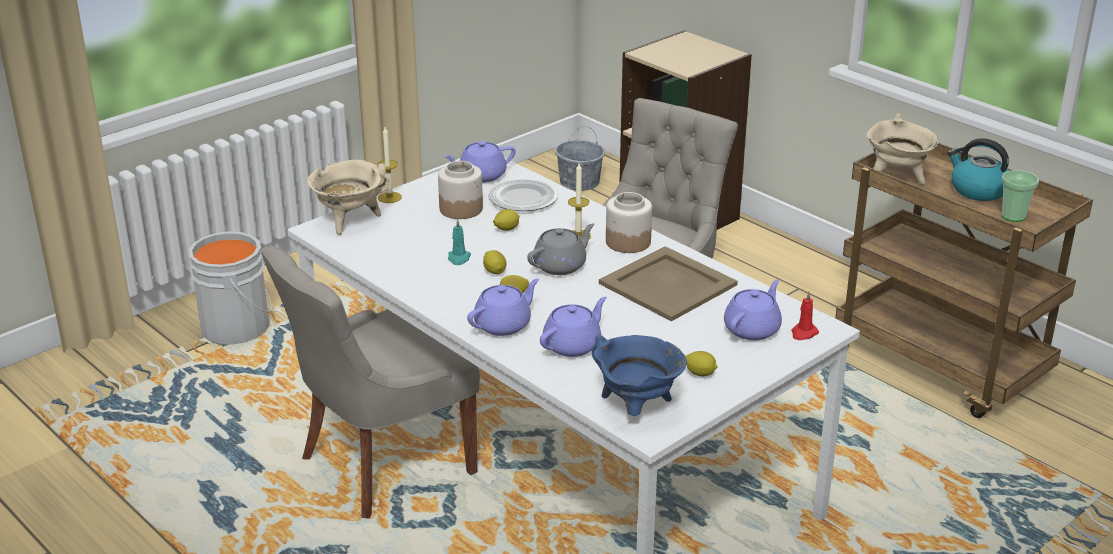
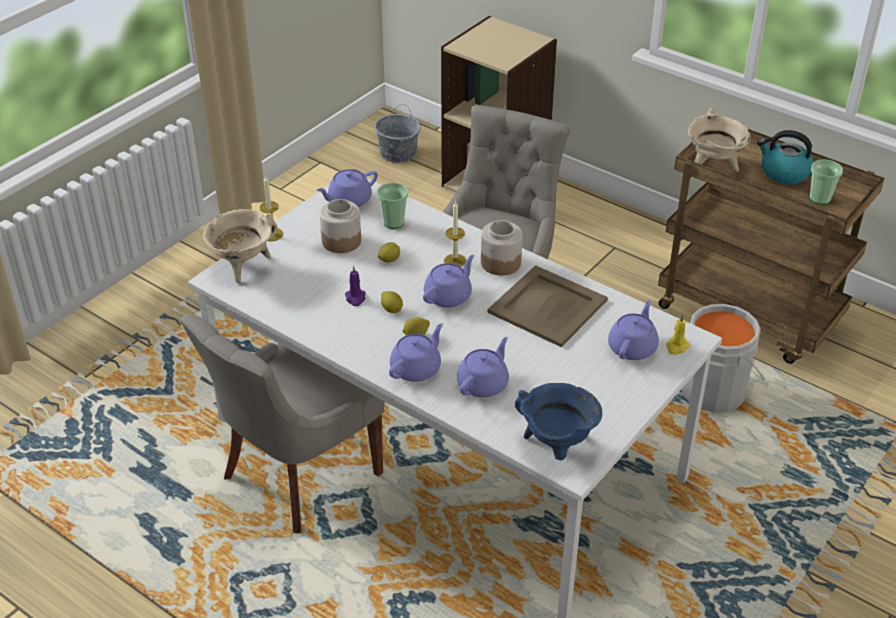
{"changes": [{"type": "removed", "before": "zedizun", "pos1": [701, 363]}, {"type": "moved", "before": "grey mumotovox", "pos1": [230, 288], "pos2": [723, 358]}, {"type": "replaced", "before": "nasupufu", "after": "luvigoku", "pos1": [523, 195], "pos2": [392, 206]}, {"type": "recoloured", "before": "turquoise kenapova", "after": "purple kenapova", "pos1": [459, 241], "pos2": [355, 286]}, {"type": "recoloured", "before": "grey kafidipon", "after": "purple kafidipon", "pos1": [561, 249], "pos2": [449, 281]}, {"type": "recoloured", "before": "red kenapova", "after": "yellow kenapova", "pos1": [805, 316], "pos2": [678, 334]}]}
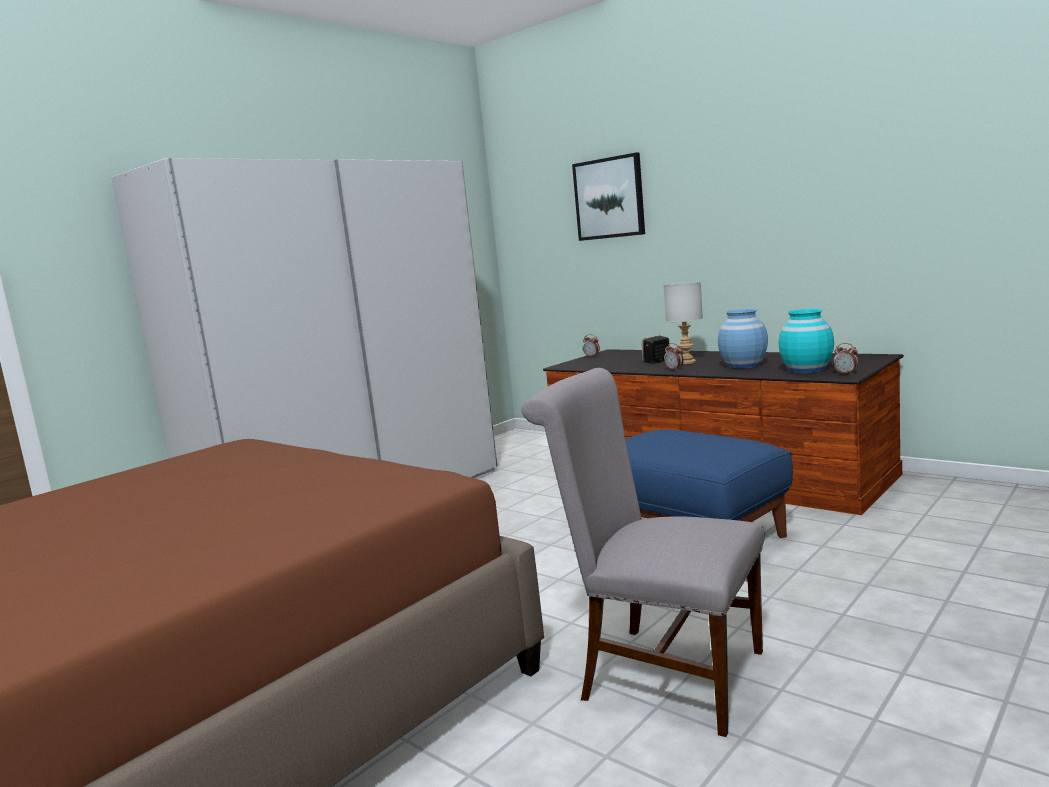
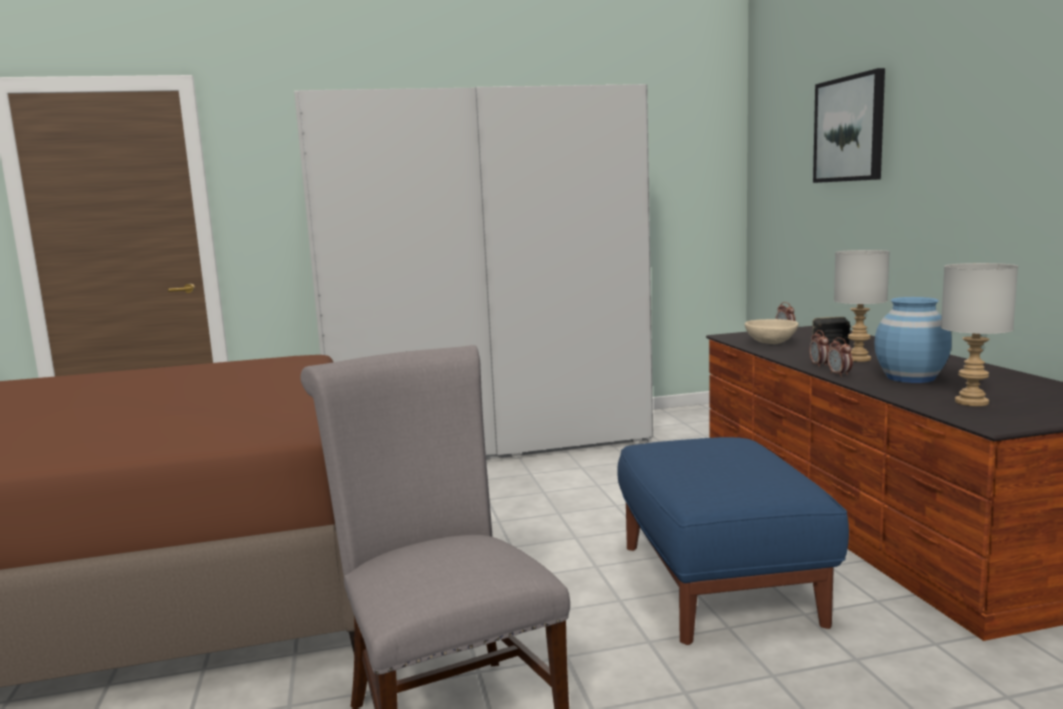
{"changes": [{"type": "added", "after": "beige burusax", "pos2": [771, 331]}, {"type": "moved", "before": "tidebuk", "pos1": [845, 359], "pos2": [840, 357]}, {"type": "replaced", "before": "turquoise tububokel", "after": "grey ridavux", "pos1": [806, 341], "pos2": [979, 334]}]}
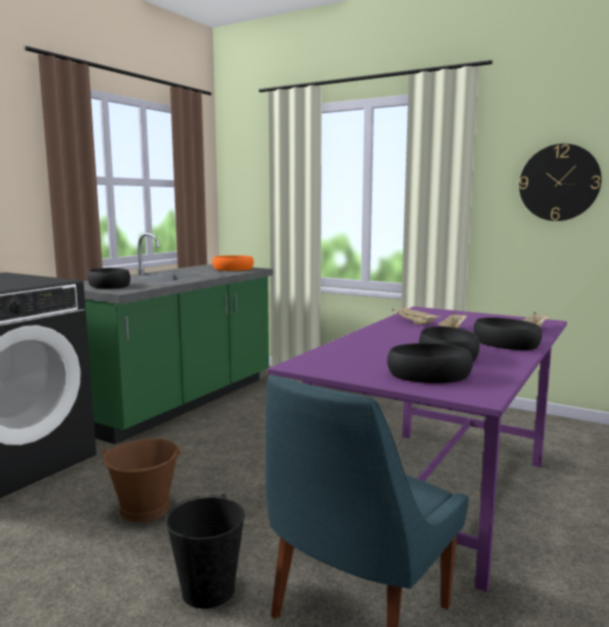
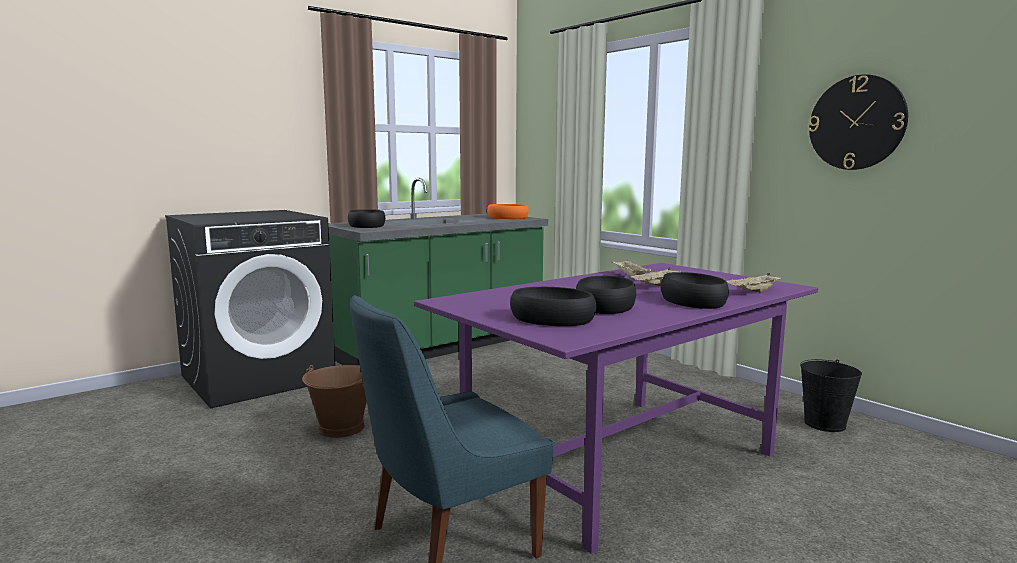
{"changes": [{"type": "moved", "before": "black mumotovox", "pos1": [205, 551], "pos2": [831, 395]}]}
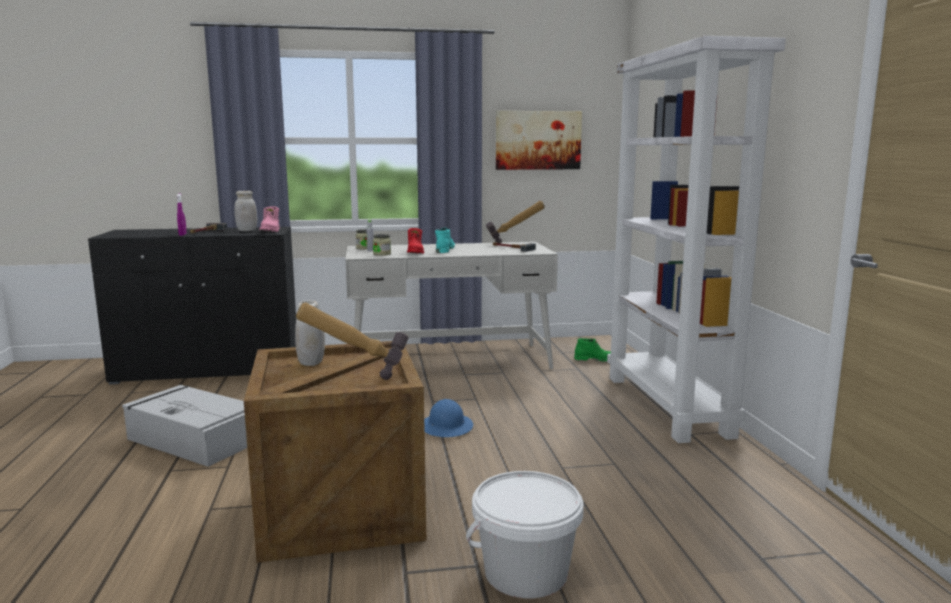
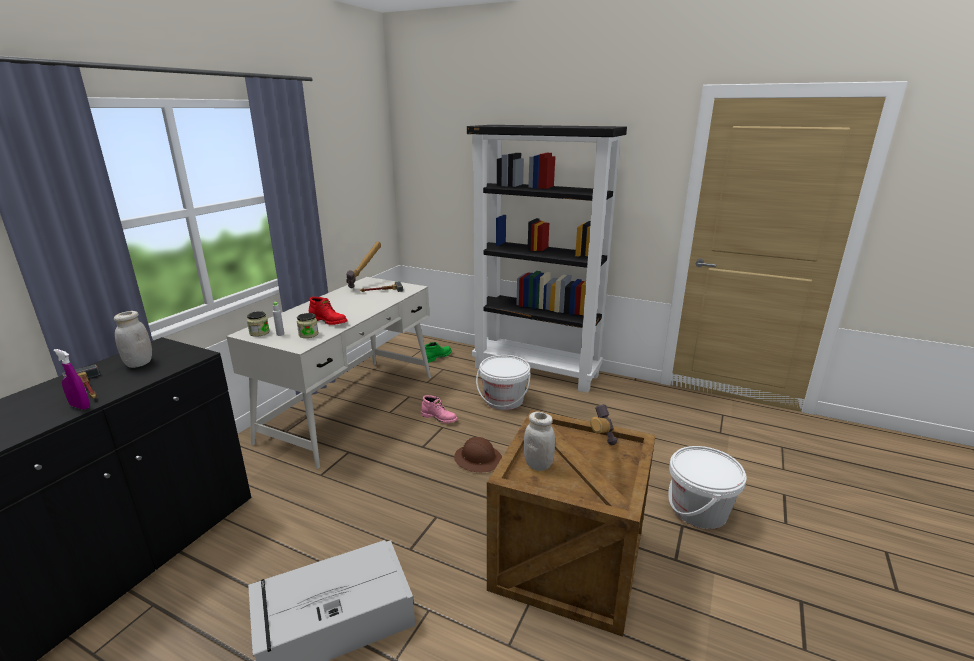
{"changes": [{"type": "removed", "before": "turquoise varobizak", "pos1": [445, 240]}, {"type": "removed", "before": "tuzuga", "pos1": [539, 140]}, {"type": "added", "after": "white mumotovox", "pos2": [503, 382]}, {"type": "moved", "before": "pink varobizak", "pos1": [269, 219], "pos2": [439, 409]}, {"type": "recoloured", "before": "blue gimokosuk", "after": "brown gimokosuk", "pos1": [448, 418], "pos2": [478, 455]}, {"type": "recoloured", "before": "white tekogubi", "after": "black tekogubi", "pos1": [696, 239], "pos2": [547, 259]}]}
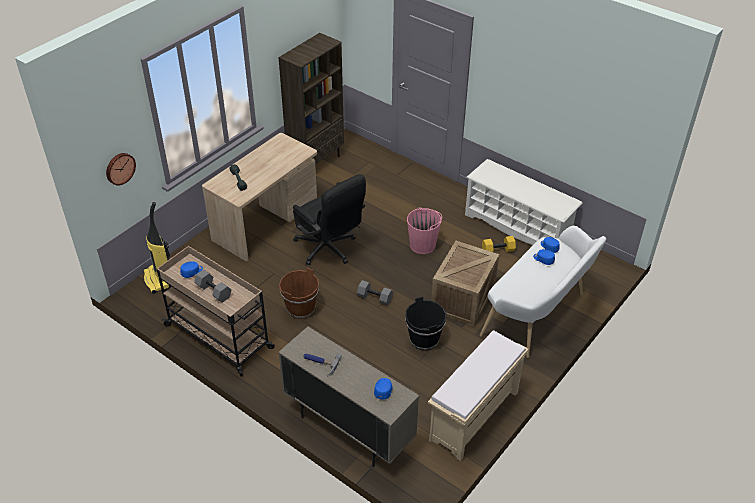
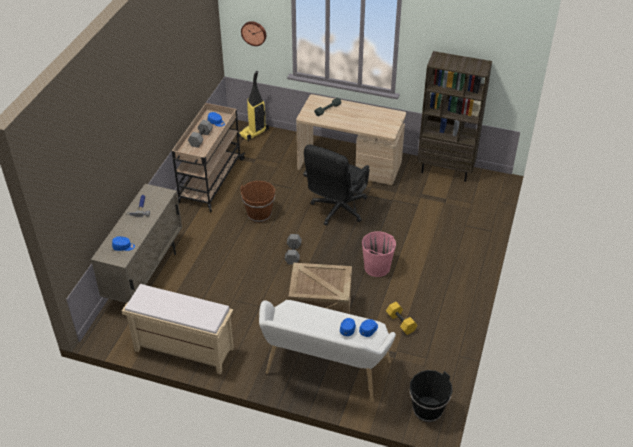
{"changes": [{"type": "removed", "before": "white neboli", "pos1": [524, 202]}, {"type": "moved", "before": "black mumotovox", "pos1": [425, 323], "pos2": [431, 396]}]}
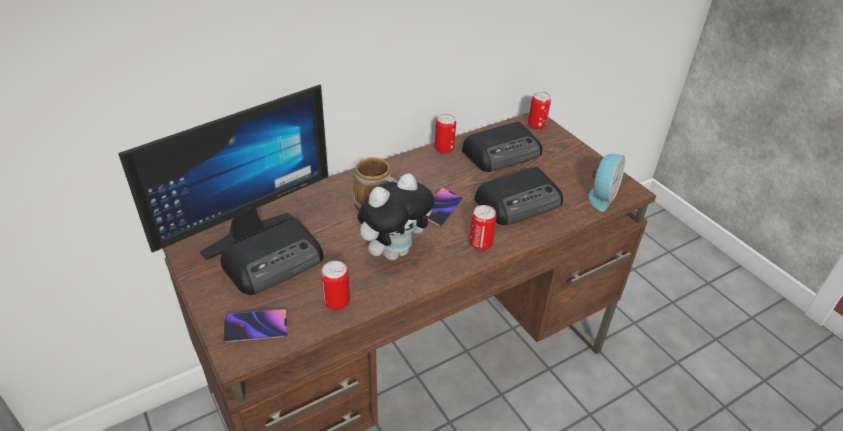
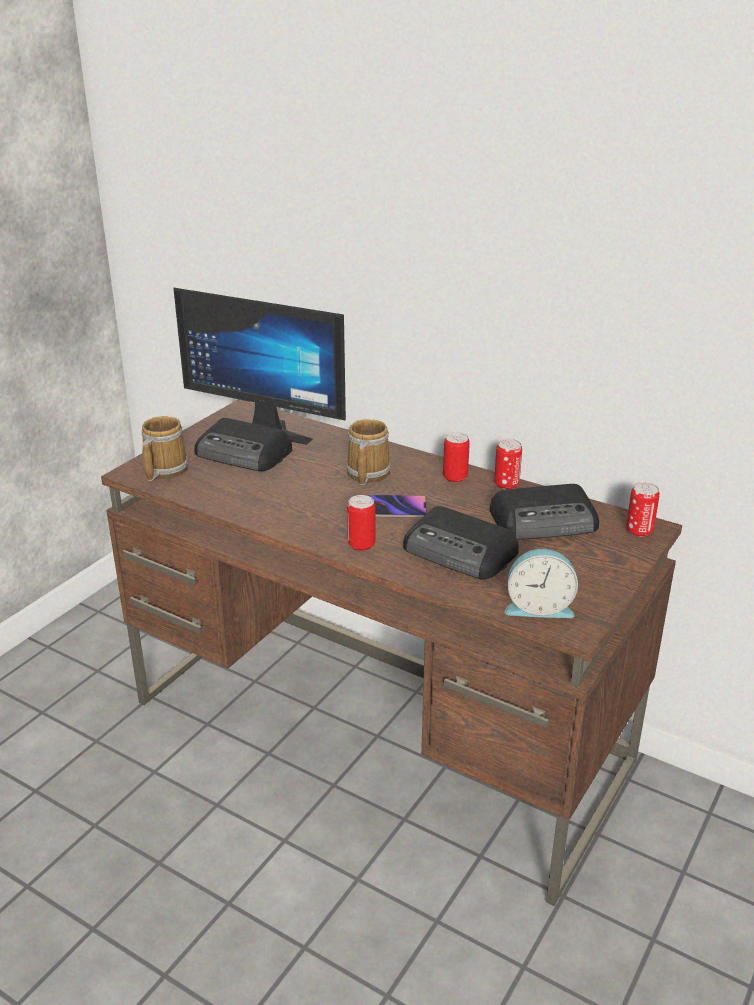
{"changes": [{"type": "removed", "before": "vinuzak", "pos1": [395, 216]}, {"type": "moved", "before": "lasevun", "pos1": [335, 285], "pos2": [456, 457]}, {"type": "replaced", "before": "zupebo", "after": "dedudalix", "pos1": [255, 326], "pos2": [164, 448]}, {"type": "turned", "before": "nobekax", "pos1": [502, 147], "pos2": [544, 512], "turn": -45}]}
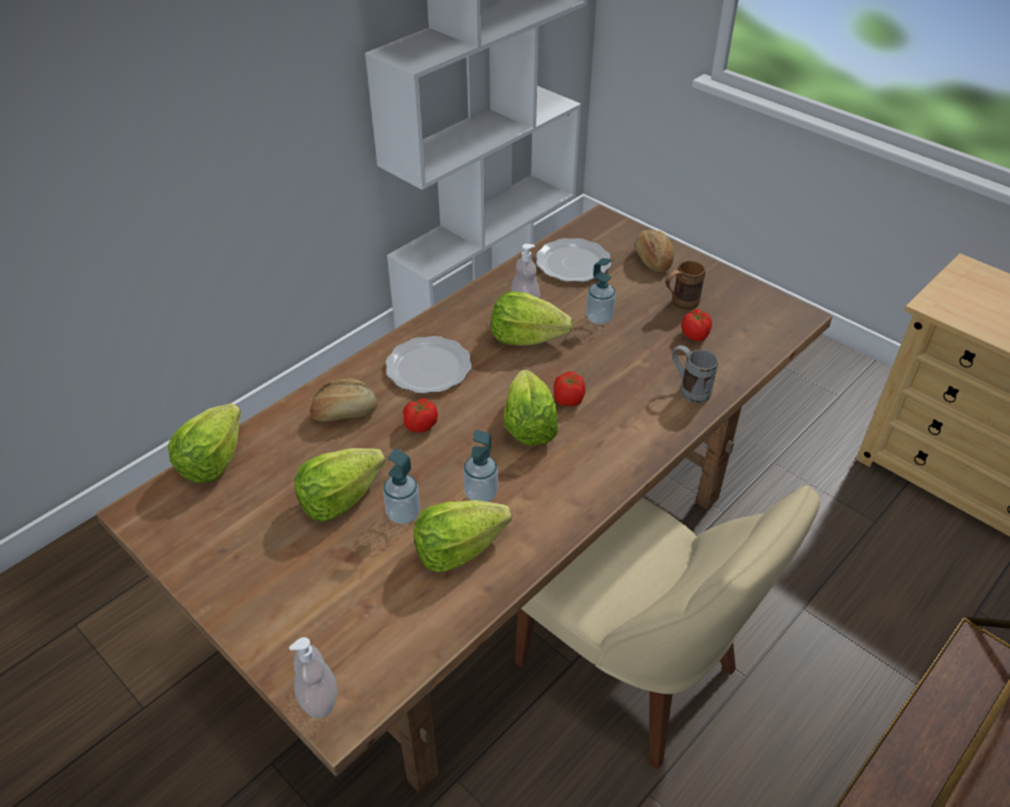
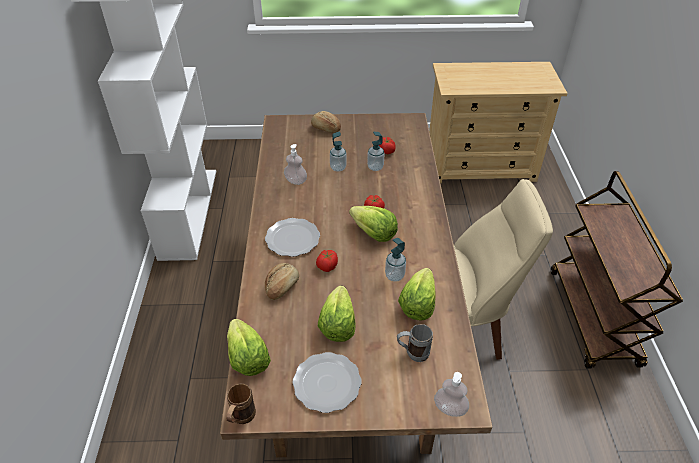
{"changes": [{"type": "removed", "before": "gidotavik", "pos1": [532, 318]}, {"type": "moved", "before": "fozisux", "pos1": [401, 486], "pos2": [376, 151]}, {"type": "moved", "before": "nasupufu", "pos1": [573, 260], "pos2": [327, 382]}, {"type": "moved", "before": "brown dedudalix", "pos1": [685, 285], "pos2": [241, 404]}, {"type": "moved", "before": "grey dedudalix", "pos1": [695, 374], "pos2": [415, 343]}]}
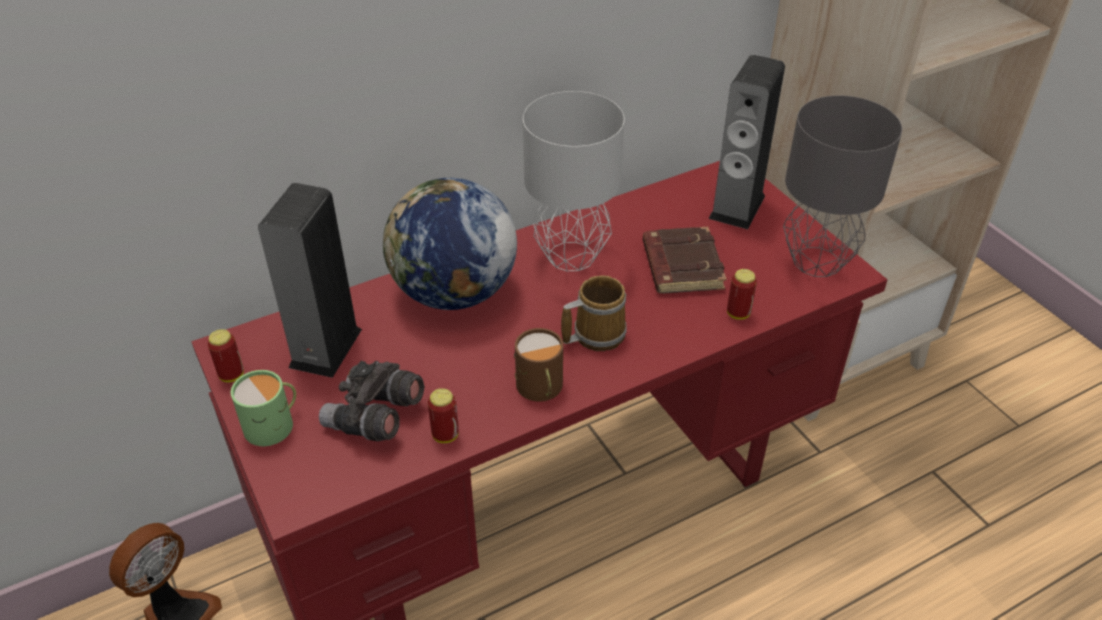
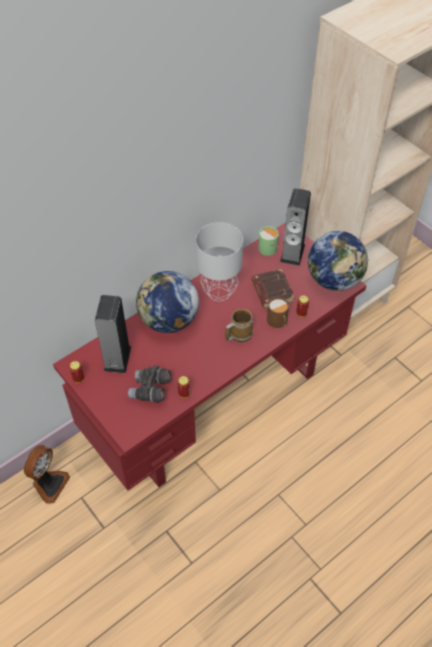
{"changes": [{"type": "moved", "before": "green dedudalix", "pos1": [263, 408], "pos2": [268, 241]}, {"type": "moved", "before": "brown dedudalix", "pos1": [538, 365], "pos2": [278, 312]}, {"type": "replaced", "before": "grey ridavux", "after": "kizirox", "pos1": [842, 186], "pos2": [338, 261]}]}
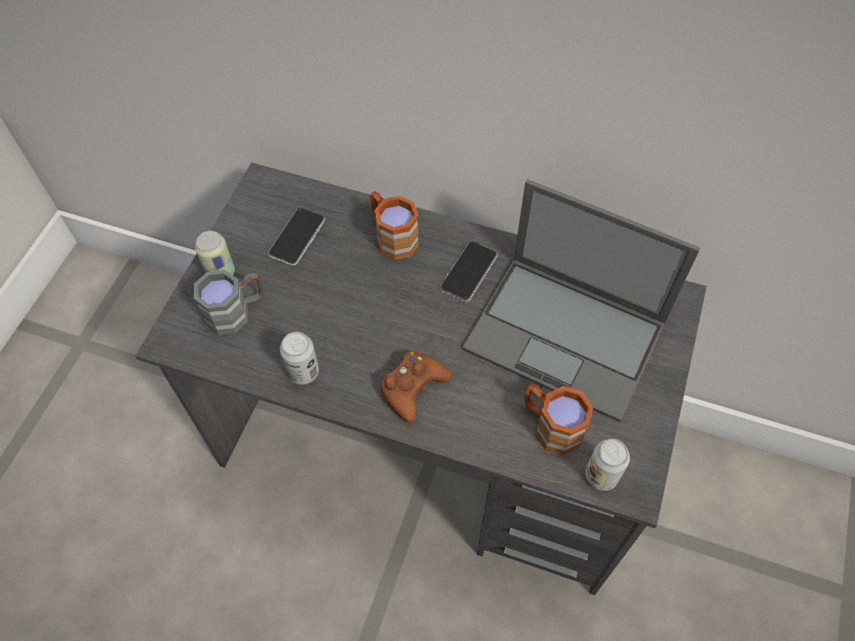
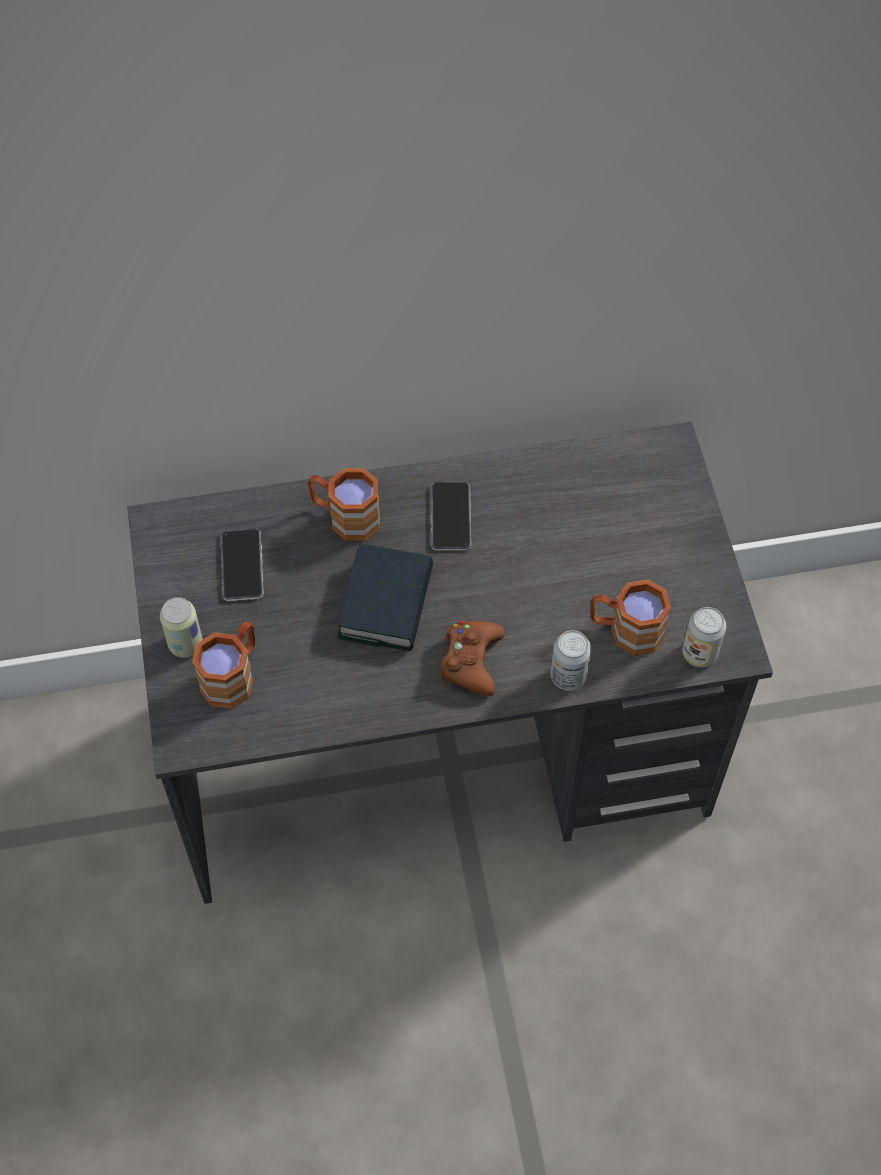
{"changes": [{"type": "removed", "before": "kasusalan", "pos1": [581, 300]}, {"type": "added", "after": "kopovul", "pos2": [385, 597]}, {"type": "moved", "before": "lasevun", "pos1": [299, 358], "pos2": [571, 660]}, {"type": "recoloured", "before": "grey dedudalix", "after": "brown dedudalix", "pos1": [228, 302], "pos2": [223, 665]}]}
